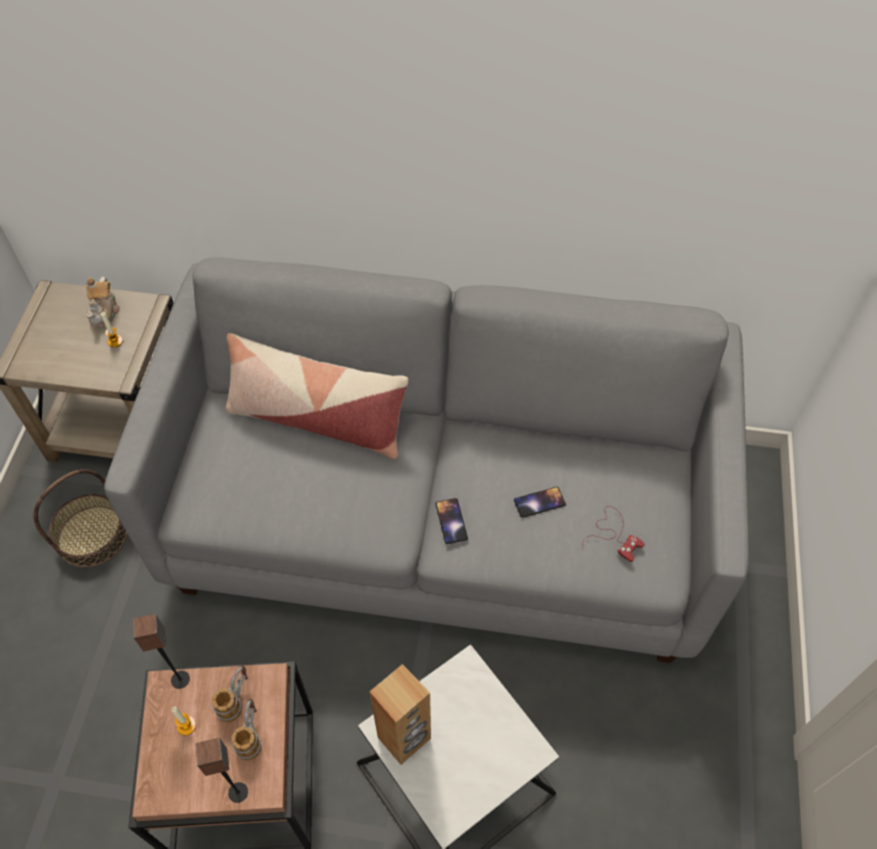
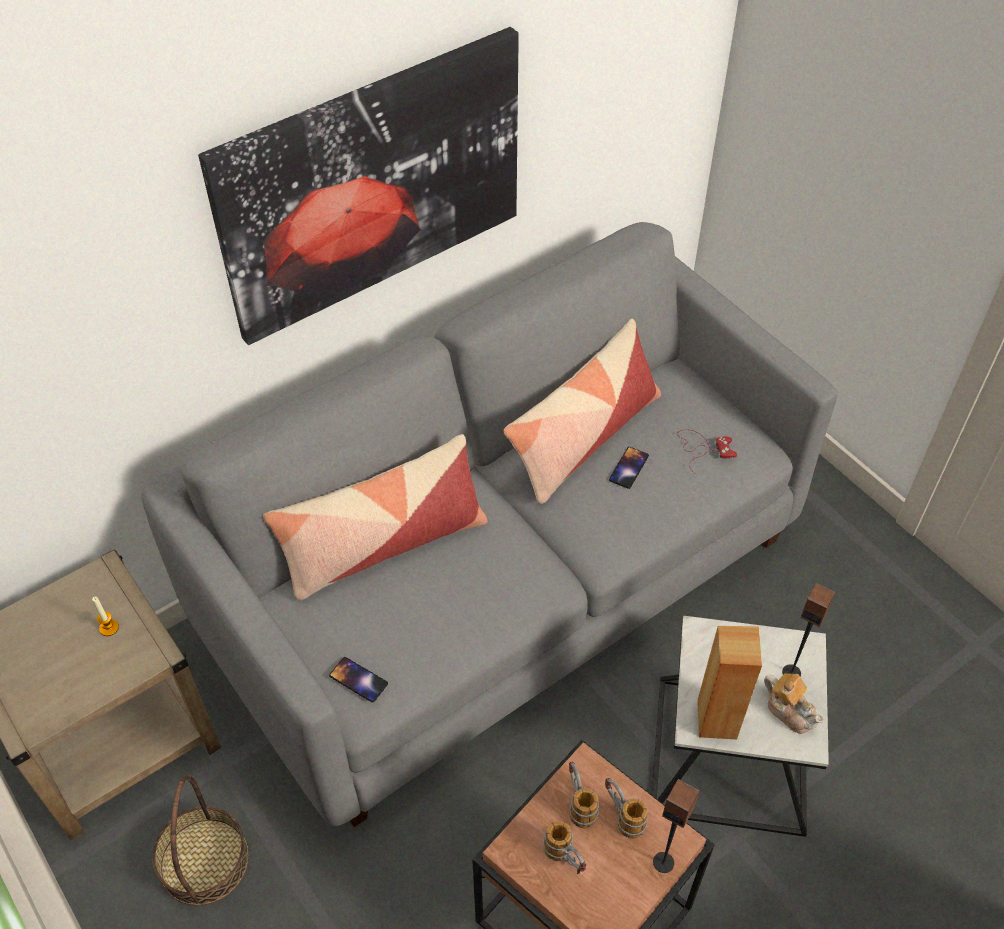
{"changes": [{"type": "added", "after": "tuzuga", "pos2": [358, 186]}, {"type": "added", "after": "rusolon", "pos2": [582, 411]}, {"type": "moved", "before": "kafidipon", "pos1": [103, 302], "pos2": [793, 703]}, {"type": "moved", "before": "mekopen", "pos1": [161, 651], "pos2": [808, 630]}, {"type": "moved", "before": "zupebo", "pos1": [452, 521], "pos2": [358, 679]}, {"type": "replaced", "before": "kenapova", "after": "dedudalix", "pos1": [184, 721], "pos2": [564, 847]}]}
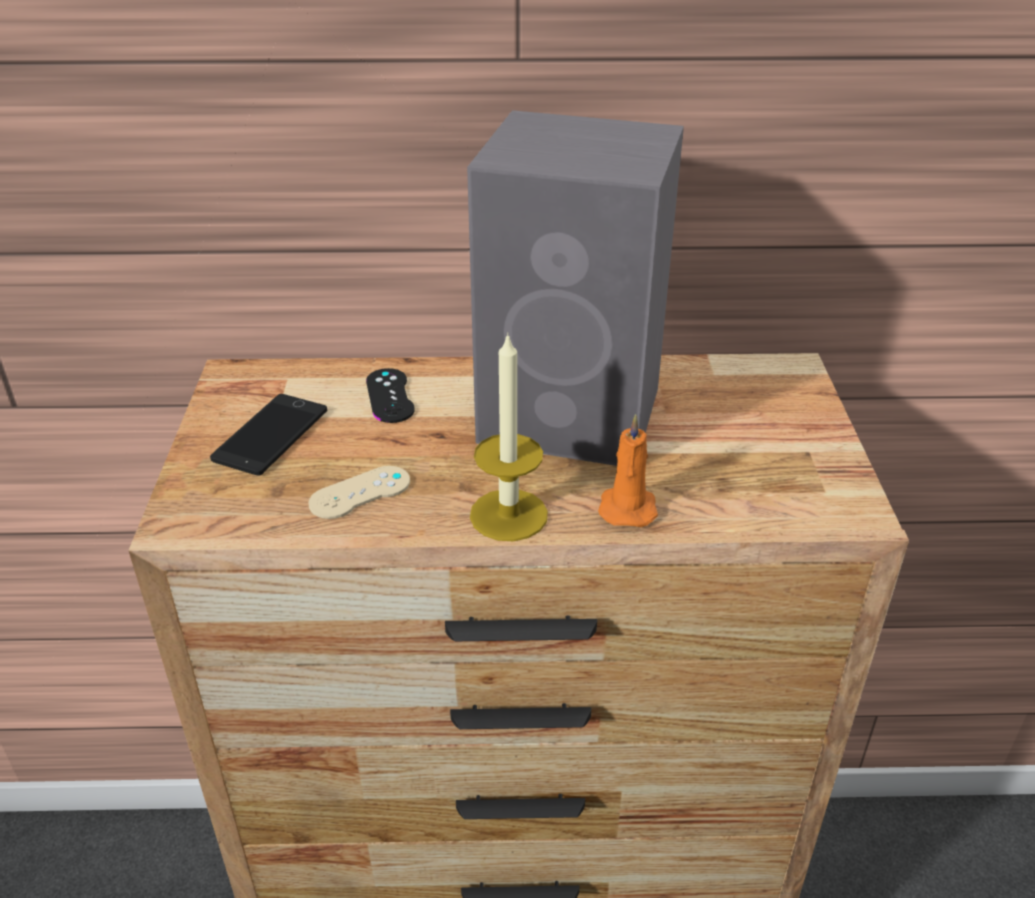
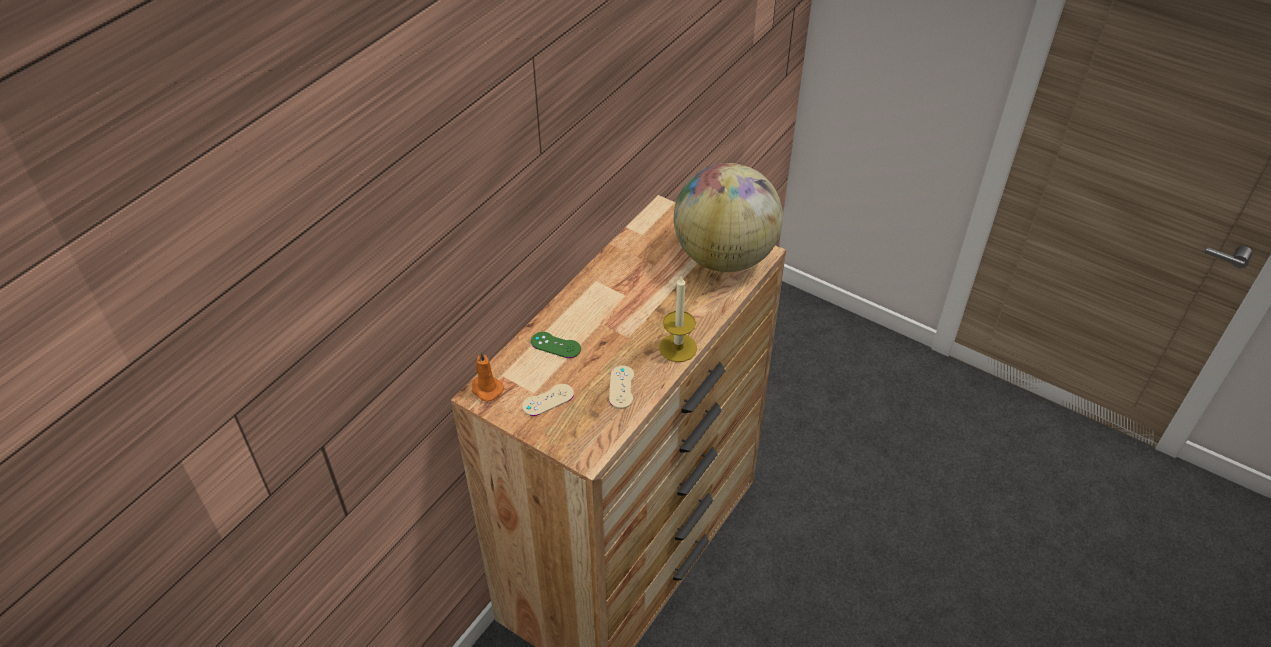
{"changes": [{"type": "removed", "before": "grey mekopen", "pos1": [575, 288]}, {"type": "added", "after": "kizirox", "pos2": [728, 217]}, {"type": "moved", "before": "orange kenapova", "pos1": [628, 470], "pos2": [488, 376]}, {"type": "replaced", "before": "zupebo", "after": "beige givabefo", "pos1": [268, 435], "pos2": [548, 400]}, {"type": "recoloured", "before": "black givabefo", "after": "green givabefo", "pos1": [390, 395], "pos2": [556, 345]}]}
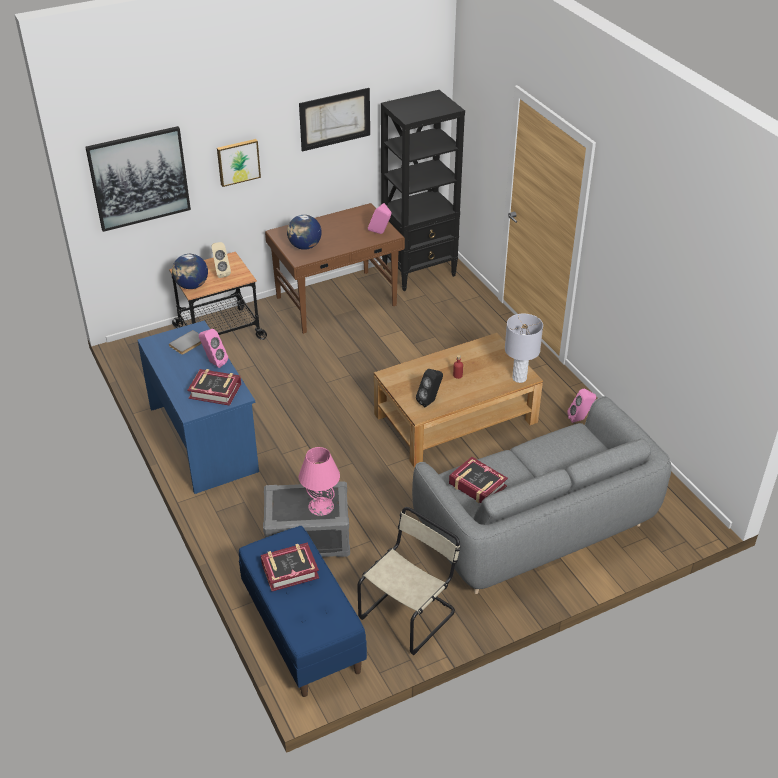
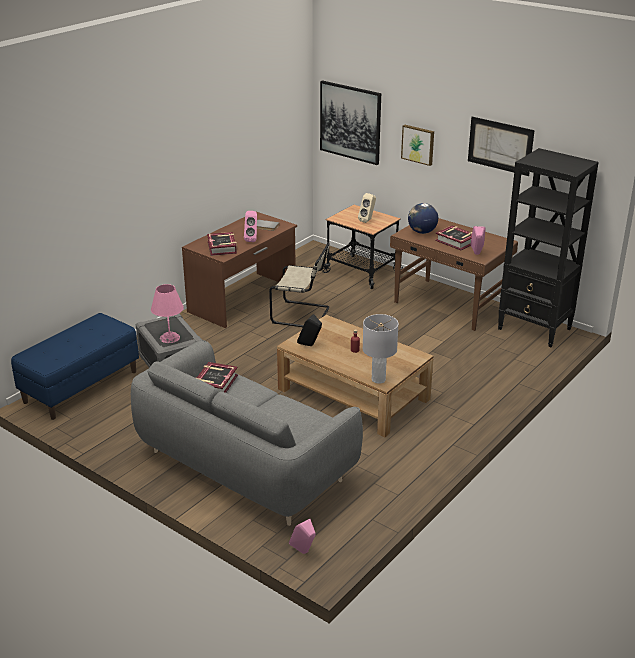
{"changes": [{"type": "removed", "before": "kizirox", "pos1": [190, 271]}, {"type": "moved", "before": "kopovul", "pos1": [290, 566], "pos2": [453, 238]}, {"type": "moved", "before": "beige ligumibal", "pos1": [408, 581], "pos2": [299, 284]}, {"type": "moved", "before": "pink mekopen", "pos1": [581, 406], "pos2": [302, 536]}, {"type": "recoloured", "before": "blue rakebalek", "after": "brown rakebalek", "pos1": [198, 407], "pos2": [239, 270]}]}
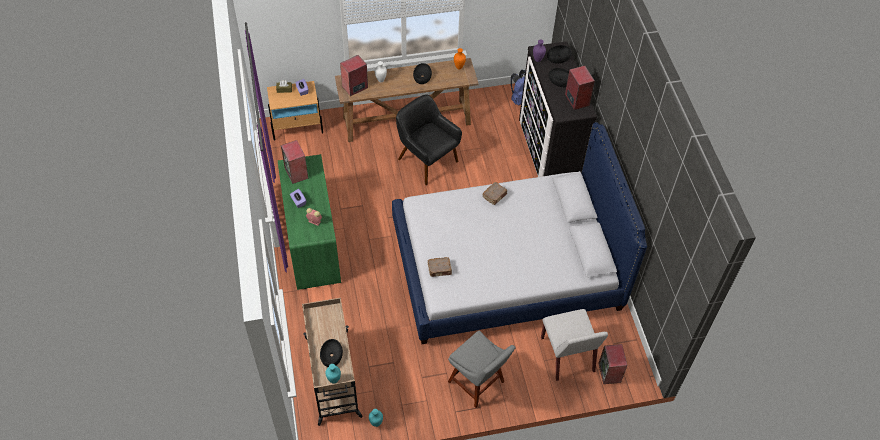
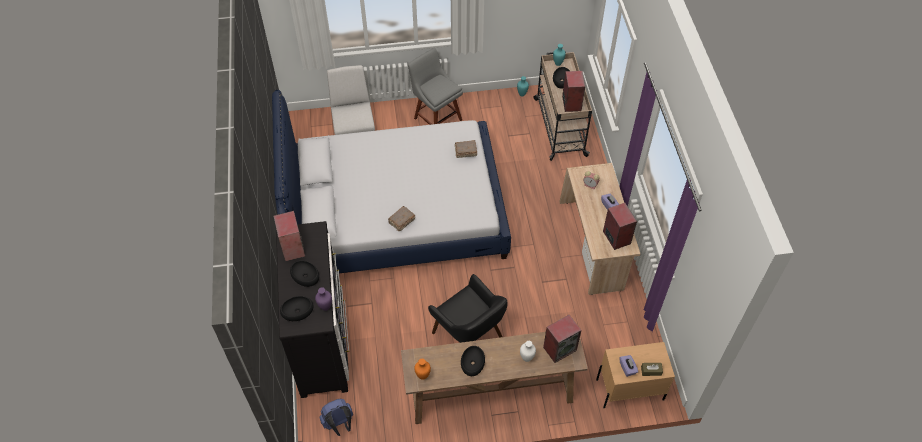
{"changes": [{"type": "moved", "before": "mekopen", "pos1": [613, 364], "pos2": [573, 91]}, {"type": "recoloured", "before": "green rakebalek", "after": "beige rakebalek", "pos1": [309, 222], "pos2": [599, 229]}]}
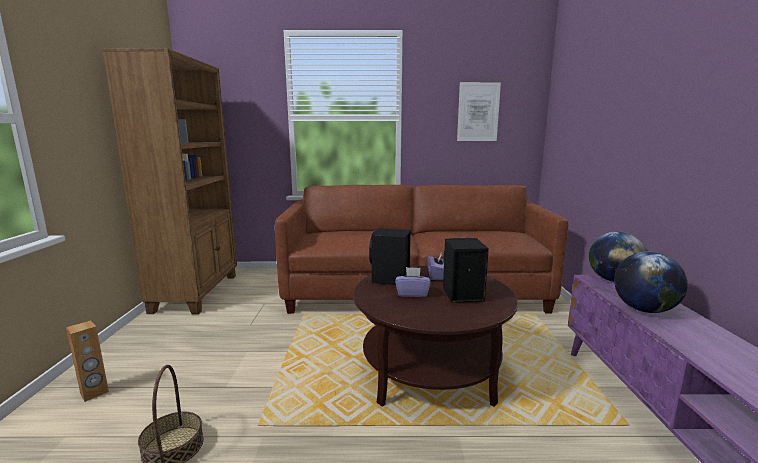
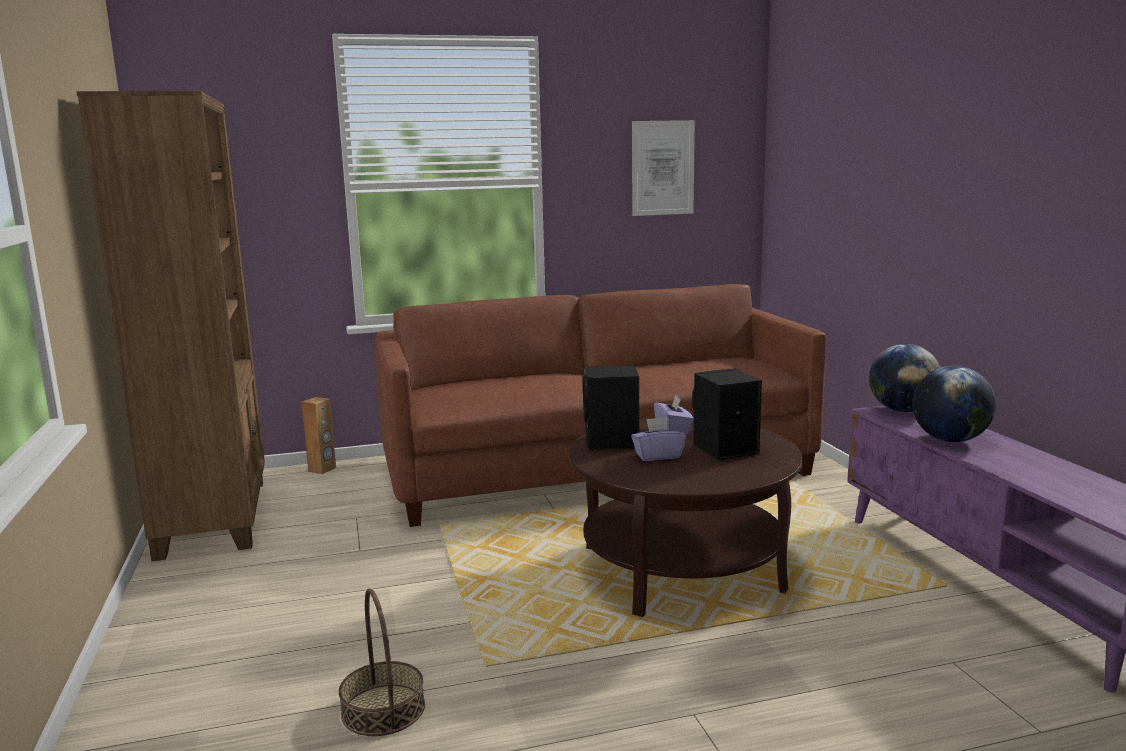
{"changes": [{"type": "moved", "before": "brown mekopen", "pos1": [87, 361], "pos2": [318, 435]}]}
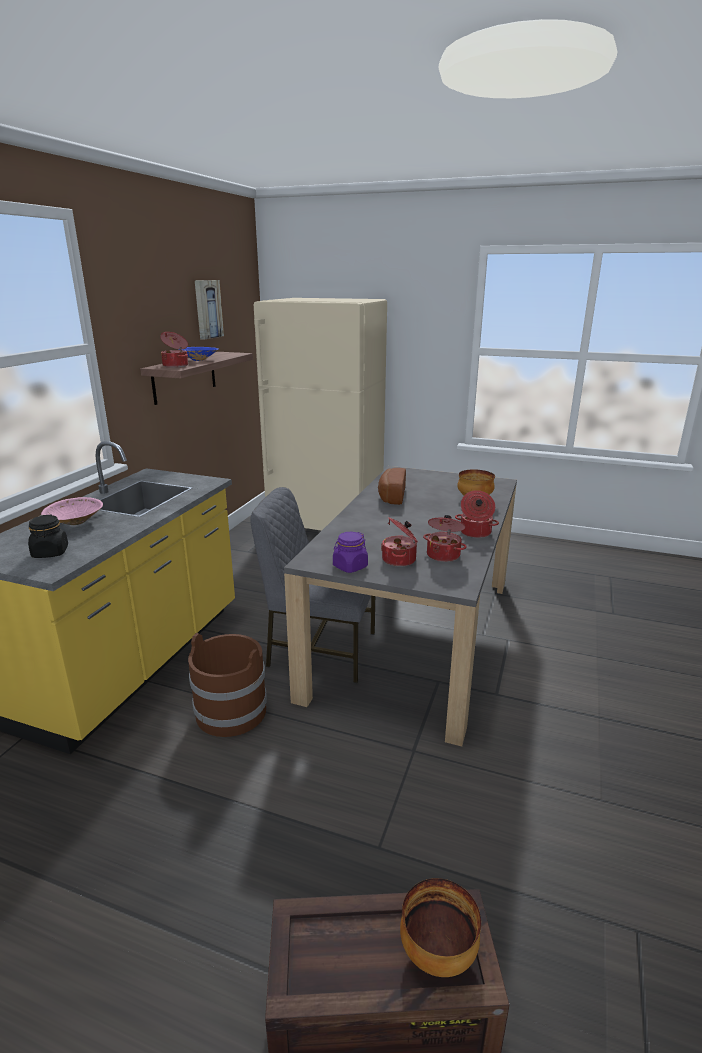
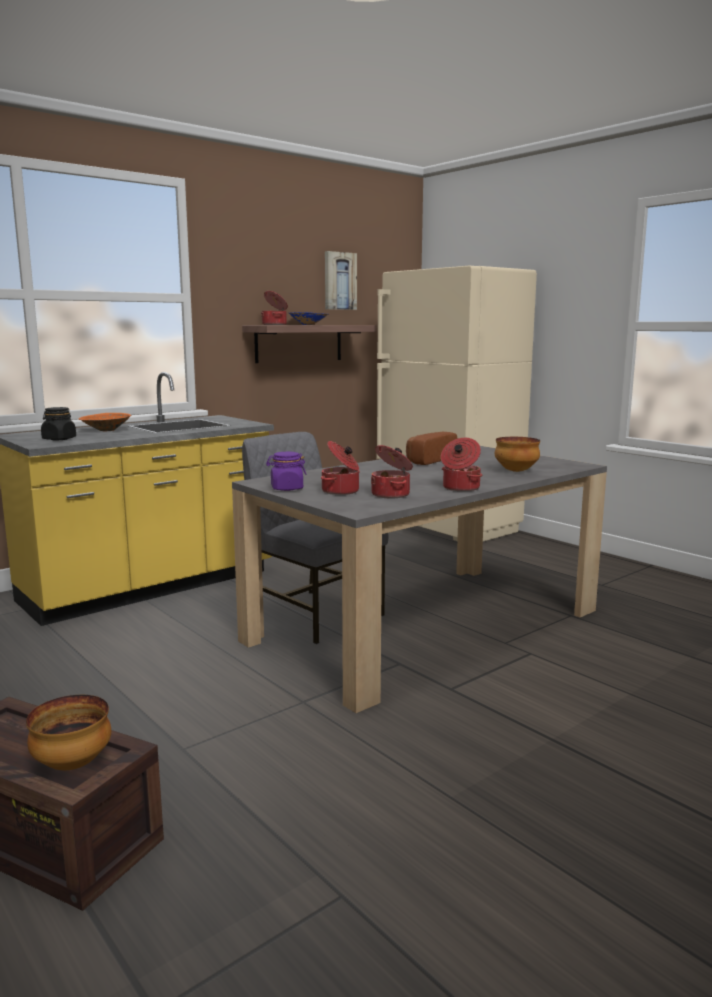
{"changes": [{"type": "removed", "before": "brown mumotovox", "pos1": [227, 685]}, {"type": "recoloured", "before": "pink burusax", "after": "orange burusax", "pos1": [72, 511], "pos2": [104, 422]}]}
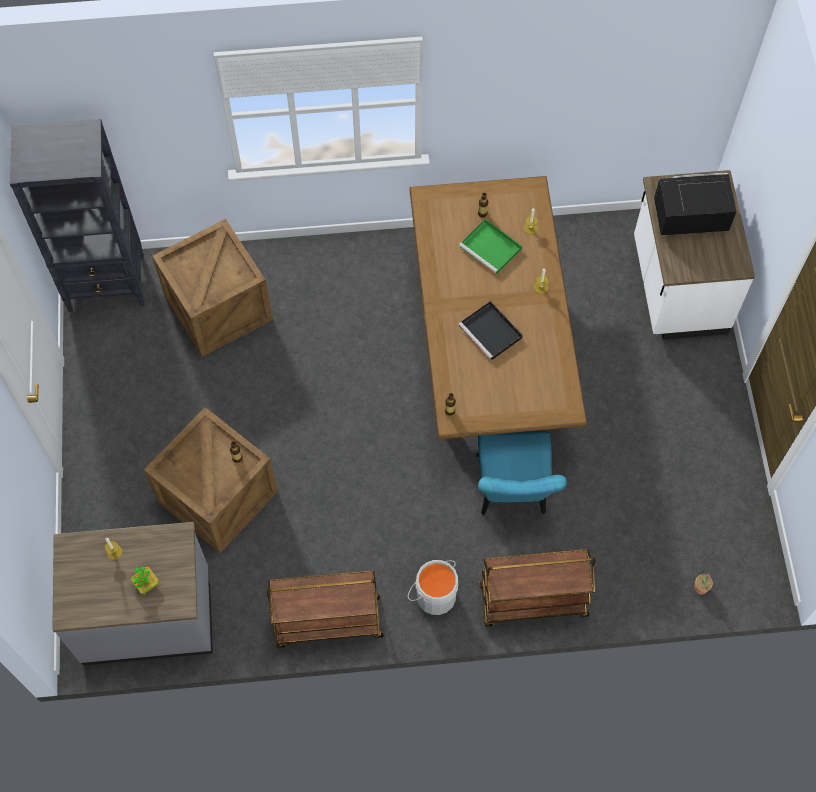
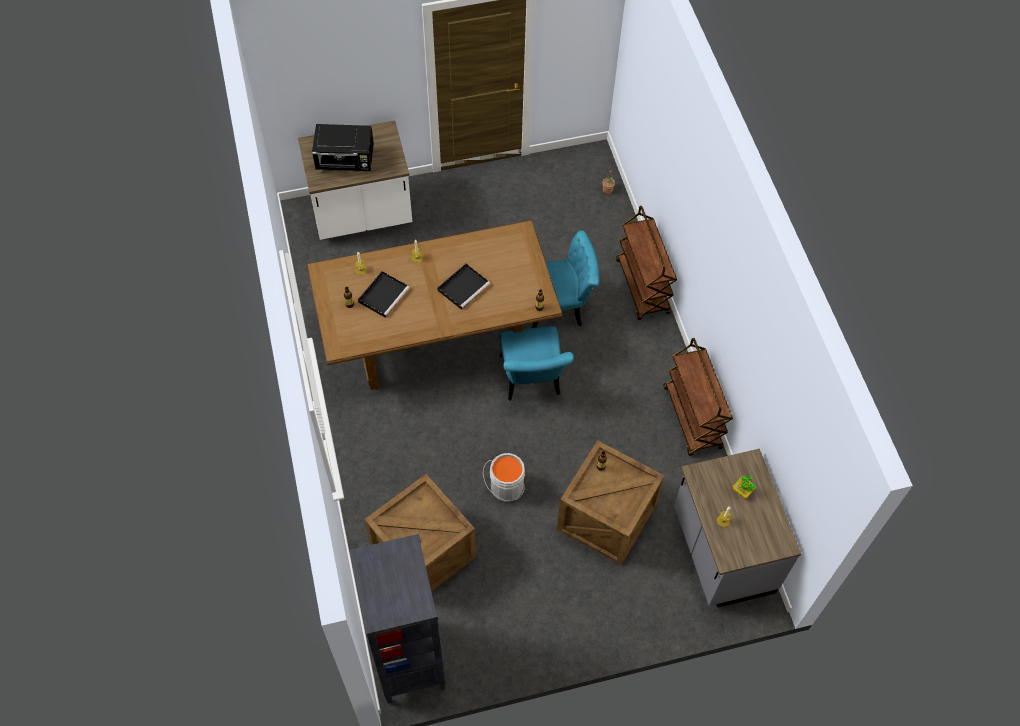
{"changes": [{"type": "added", "after": "turquoise ligumibal", "pos2": [536, 363]}, {"type": "moved", "before": "grey mumotovox", "pos1": [433, 587], "pos2": [504, 477]}, {"type": "recoloured", "before": "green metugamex", "after": "black metugamex", "pos1": [490, 247], "pos2": [384, 294]}, {"type": "turned", "before": "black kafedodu", "pos1": [695, 204], "pos2": [343, 147], "turn": -75}]}
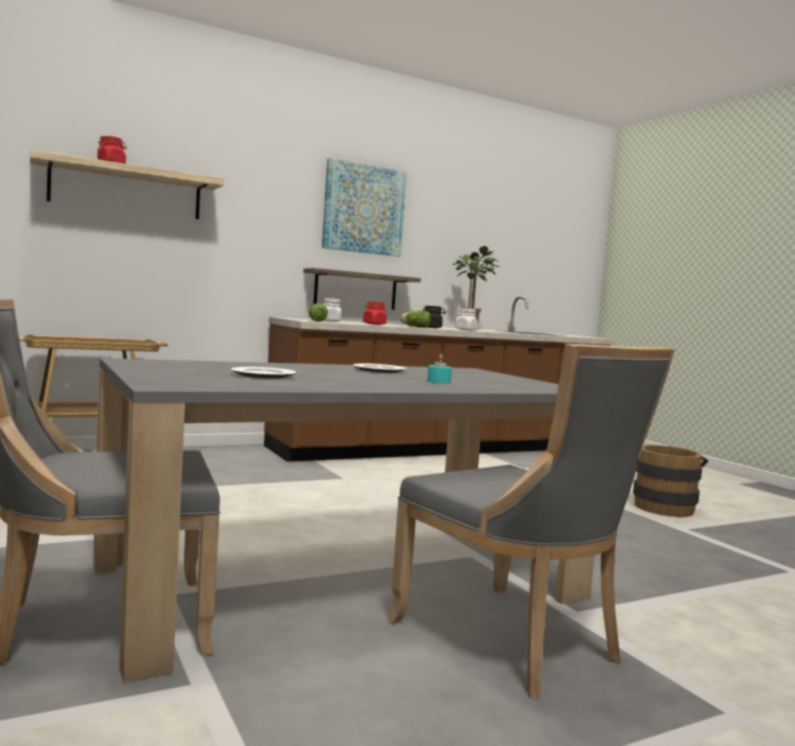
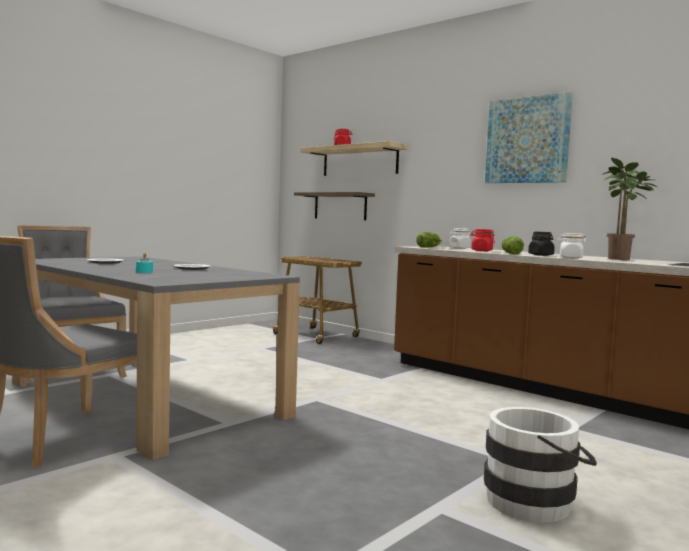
{"changes": [{"type": "moved", "before": "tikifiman", "pos1": [362, 289], "pos2": [334, 206]}, {"type": "recoloured", "before": "brown mumotovox", "after": "white mumotovox", "pos1": [670, 481], "pos2": [540, 465]}]}
